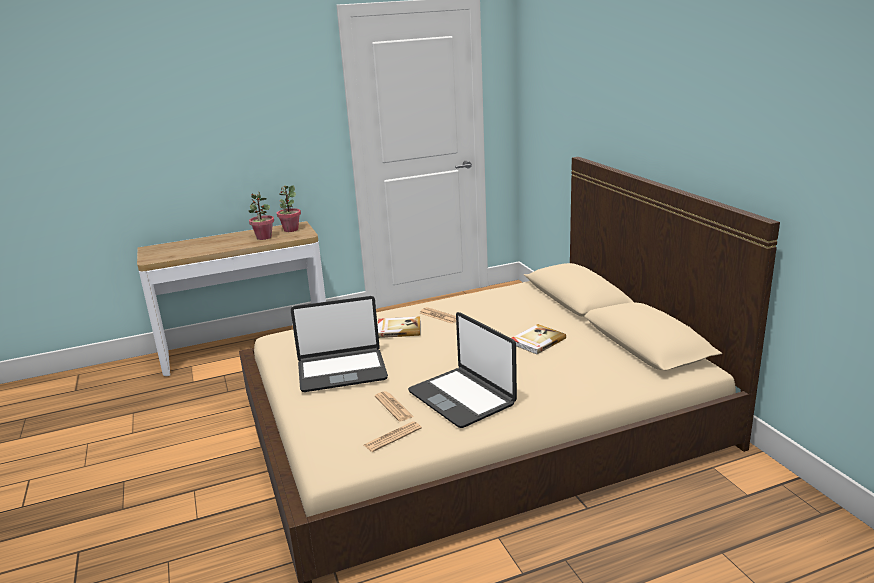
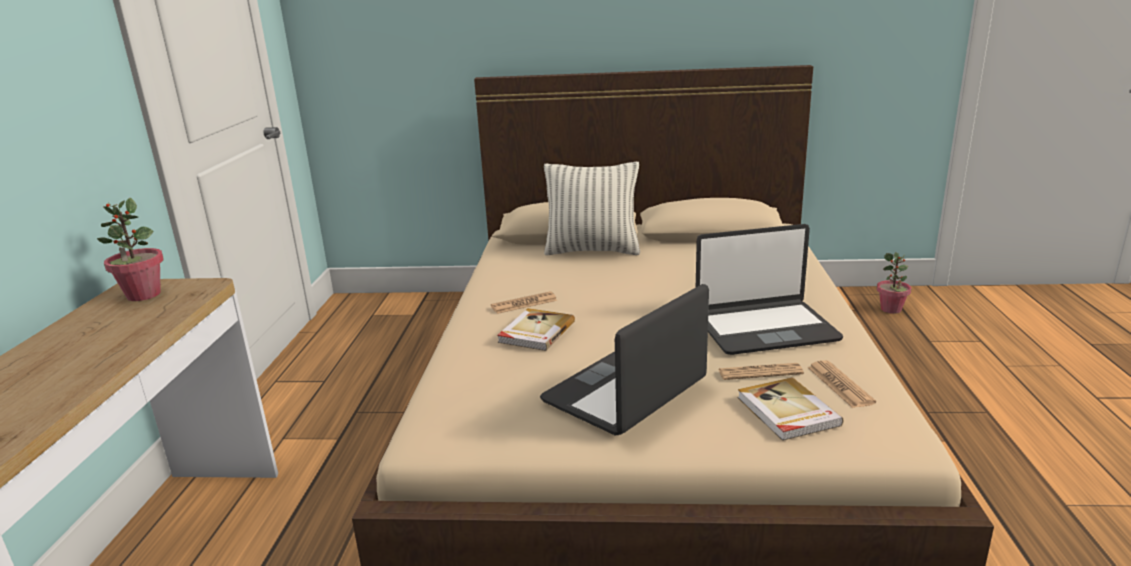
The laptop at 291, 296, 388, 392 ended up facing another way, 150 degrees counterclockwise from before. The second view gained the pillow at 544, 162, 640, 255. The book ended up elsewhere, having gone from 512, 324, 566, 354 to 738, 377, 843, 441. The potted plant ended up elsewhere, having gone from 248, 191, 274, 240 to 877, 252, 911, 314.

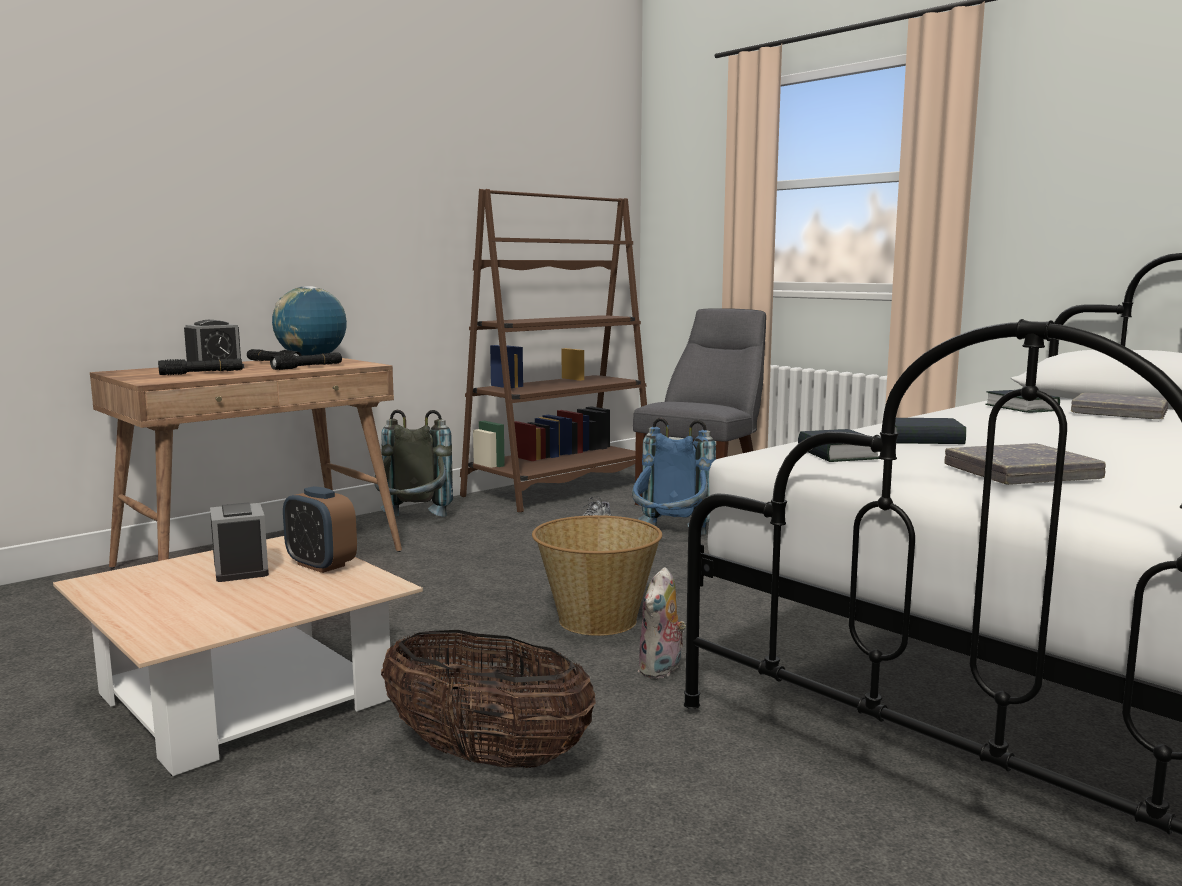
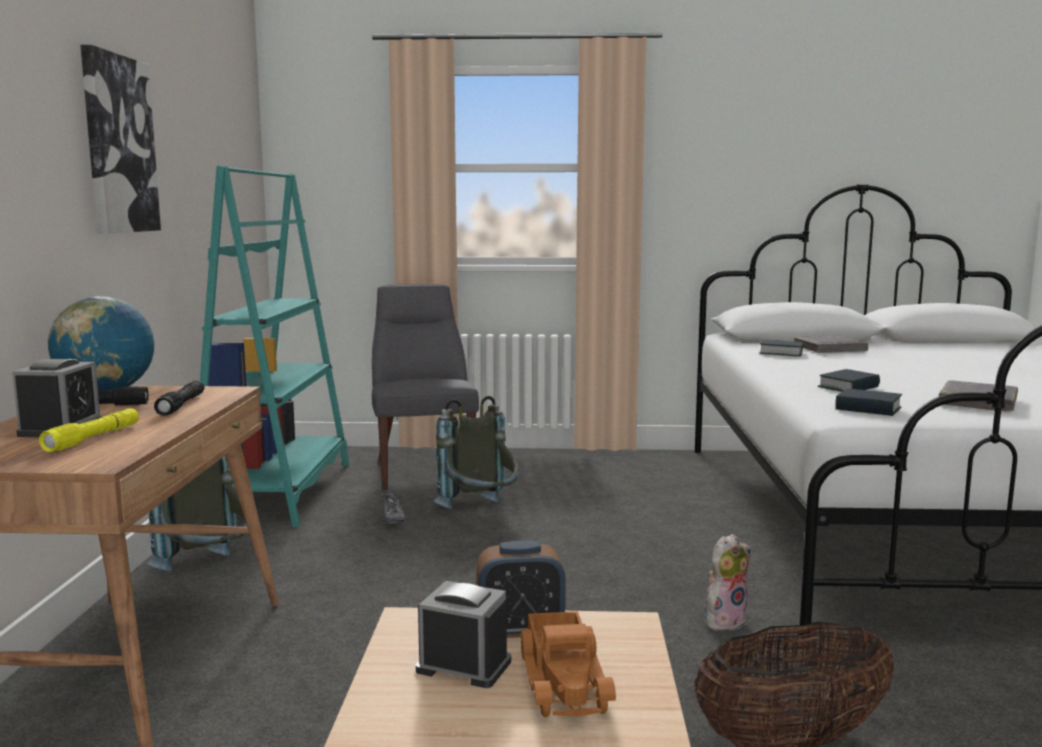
What was the black flashlight at 158, 358, 242, 375 turned into the yellow flashlight at 39, 409, 139, 452. The second view gained the picture at 80, 45, 161, 234. What was the brown bookcase at 460, 189, 647, 512 turned into the turquoise bookcase at 200, 165, 349, 527. What was the blue backpack at 632, 418, 716, 535 turned into the grey backpack at 434, 396, 520, 509. The second view gained the toy truck at 520, 611, 616, 717. The plush toy at 637, 567, 686, 679 ended up facing another way, 105 degrees counterclockwise from before. The second view lost the basket at 532, 515, 662, 636.

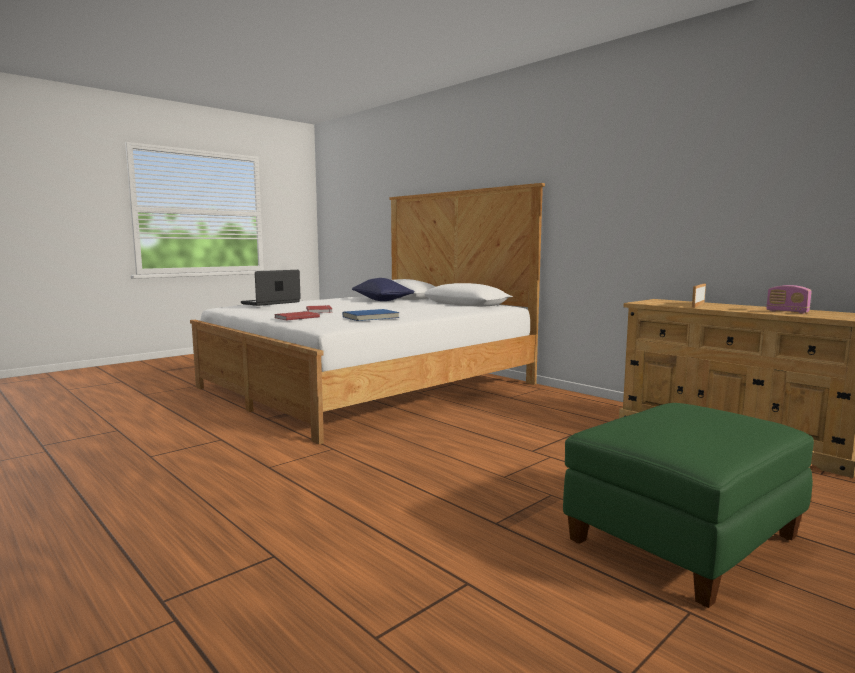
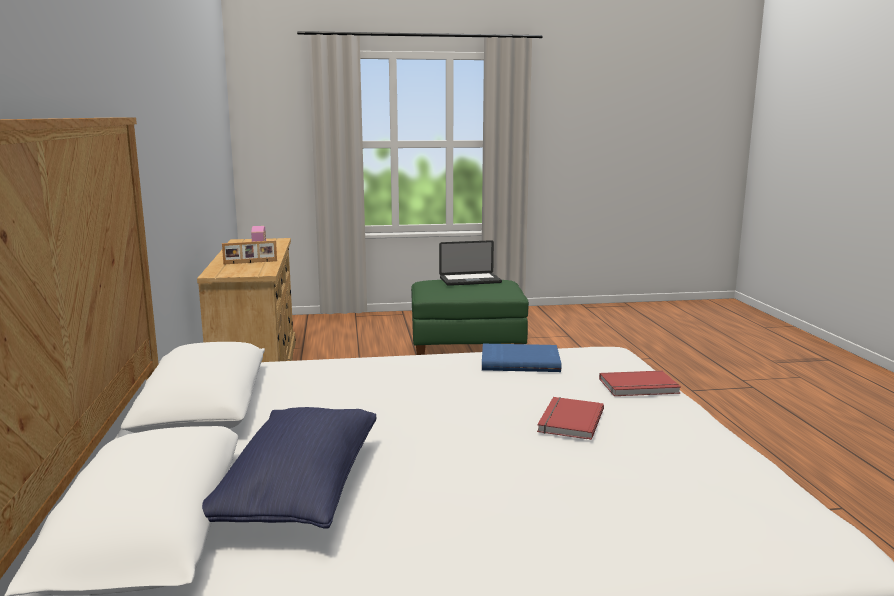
The laptop ended up elsewhere, having gone from 241, 270, 301, 306 to 439, 240, 502, 286.

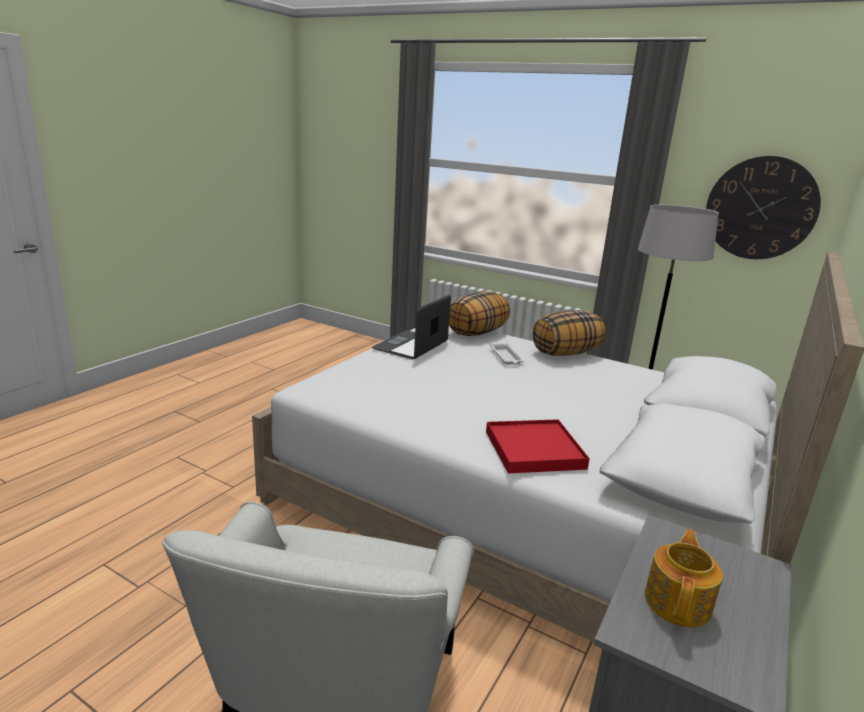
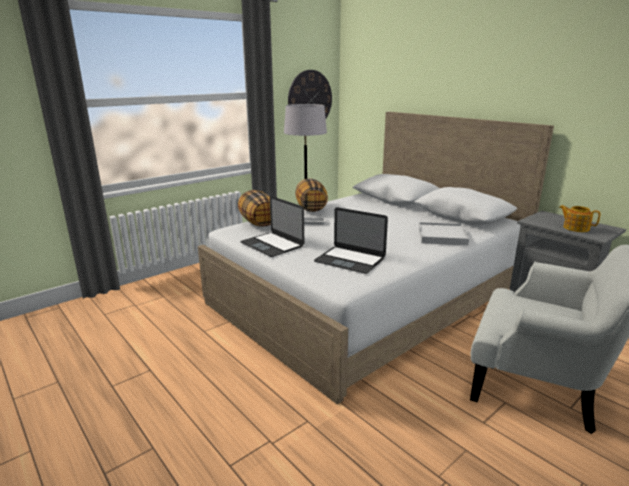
The second view gained the laptop at 314, 207, 388, 274. What was the red tray at 486, 419, 590, 473 turned into the white tray at 418, 222, 469, 245.

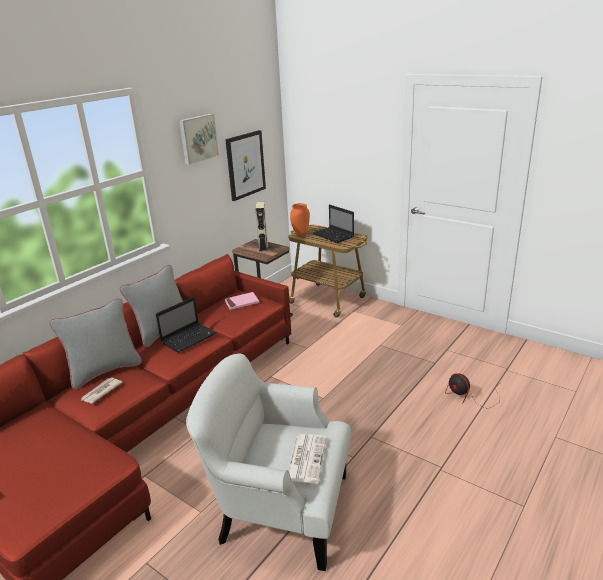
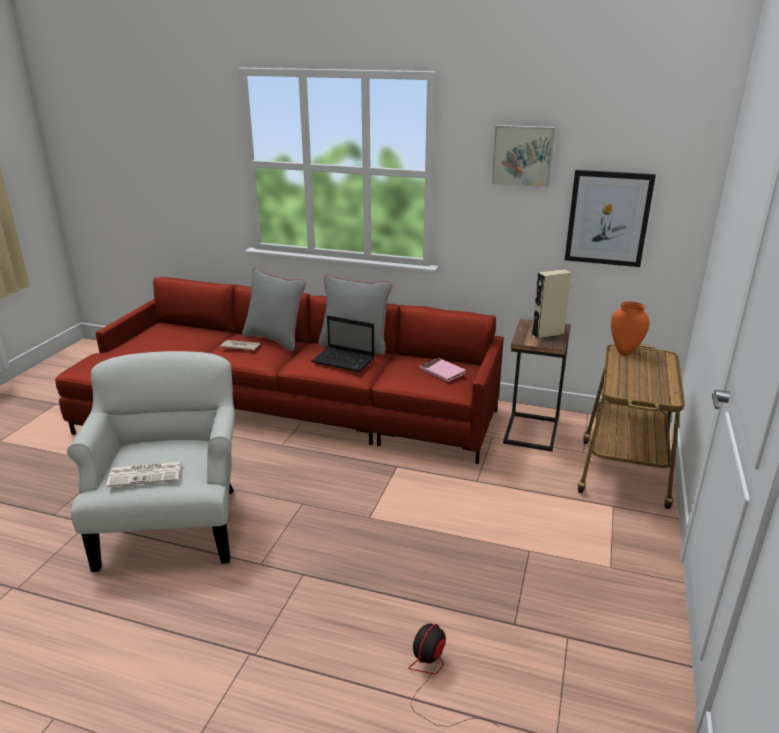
The second view lost the laptop at 313, 204, 354, 243.

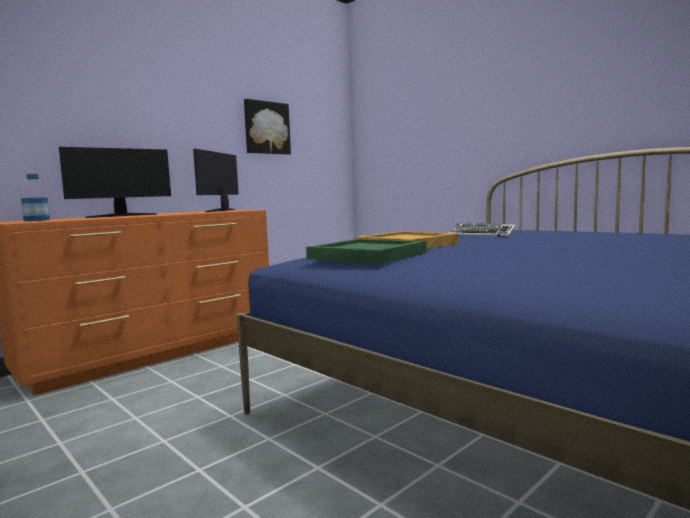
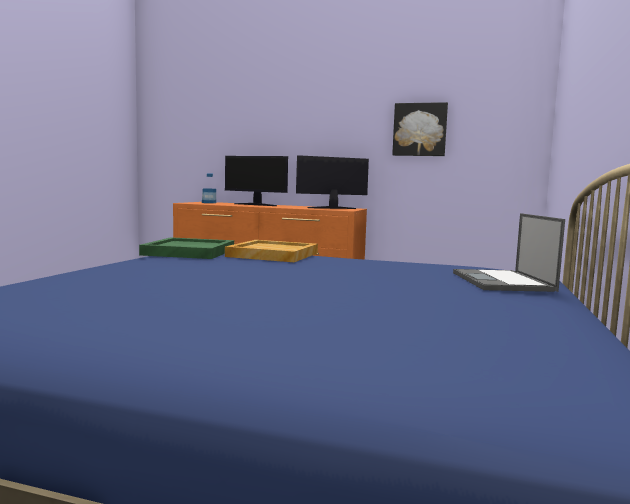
The second view gained the laptop at 453, 213, 565, 292. The second view lost the keyboard at 449, 223, 516, 237.

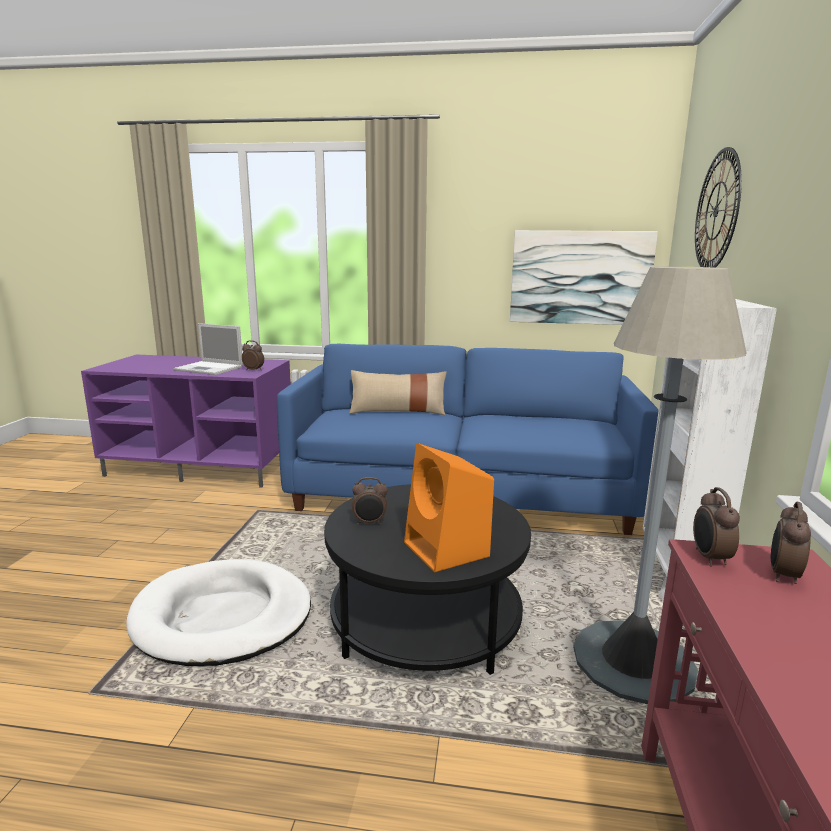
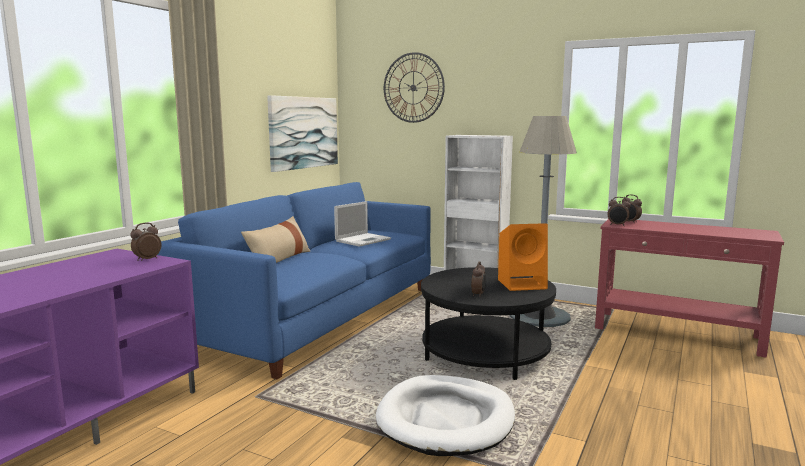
The laptop ended up elsewhere, having gone from 174, 323, 243, 375 to 334, 201, 391, 247.

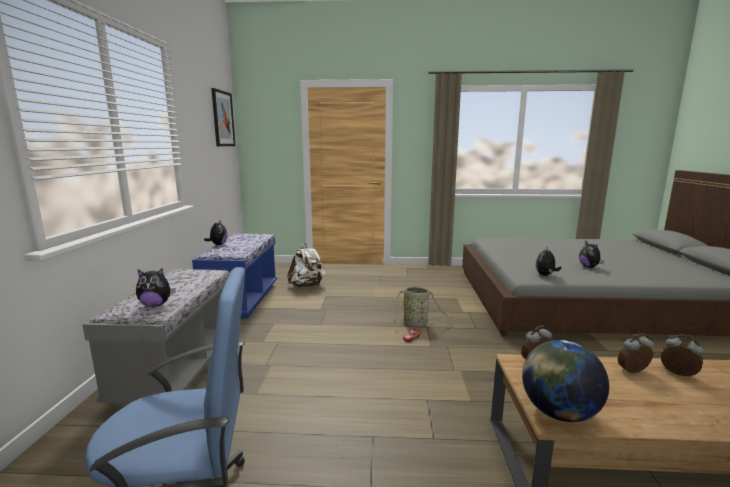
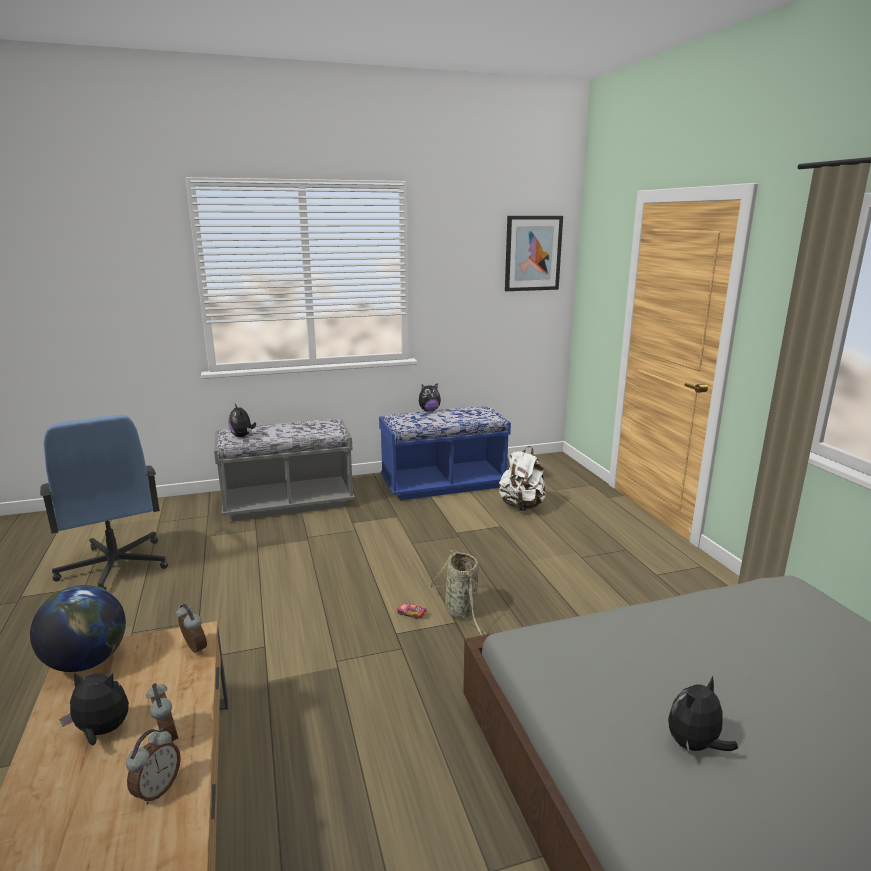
The plush toy ended up elsewhere, having gone from 536, 246, 561, 276 to 60, 672, 129, 746.

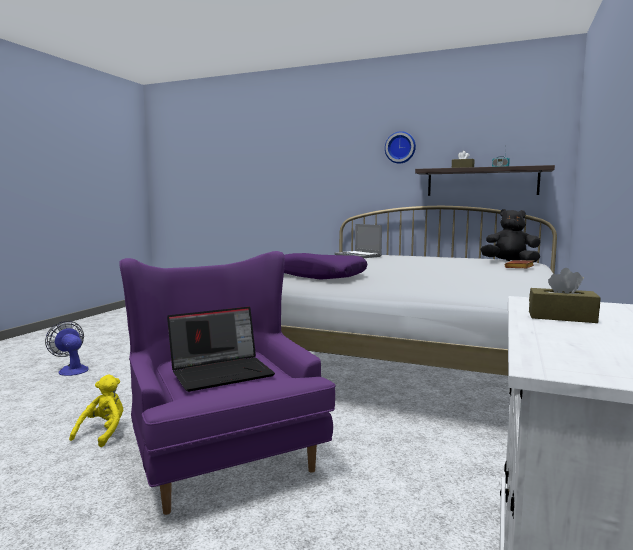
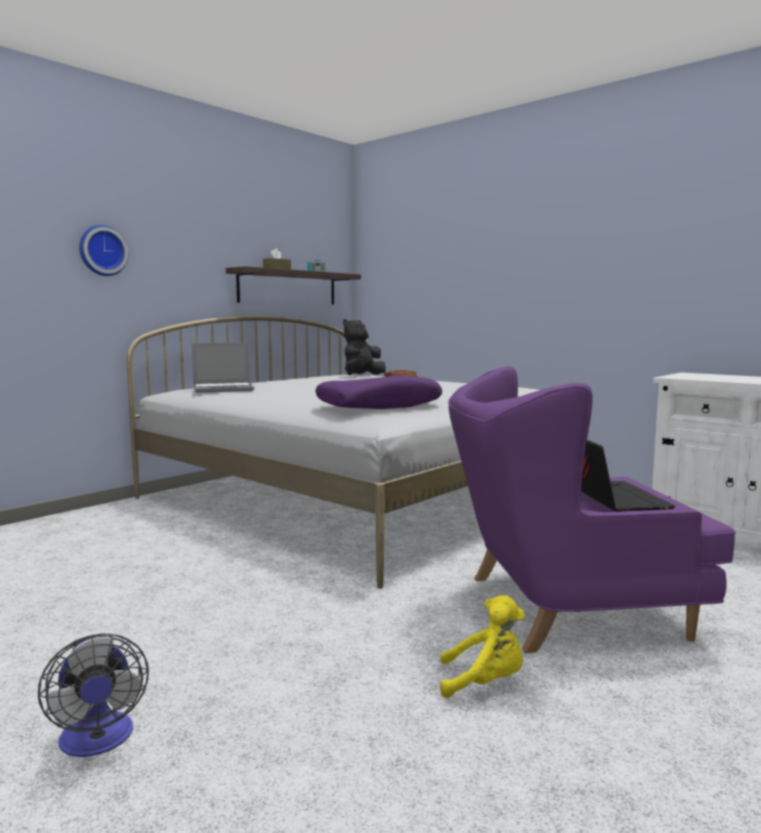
The fan at 45, 321, 89, 376 ended up facing another way, 90 degrees counterclockwise from before. The wall clock ended up elsewhere, having gone from 385, 131, 416, 164 to 79, 225, 128, 276. The yellow plush toy at 69, 375, 123, 447 ended up facing another way, 150 degrees clockwise from before. The second view lost the brown tissue box at 529, 268, 601, 323.

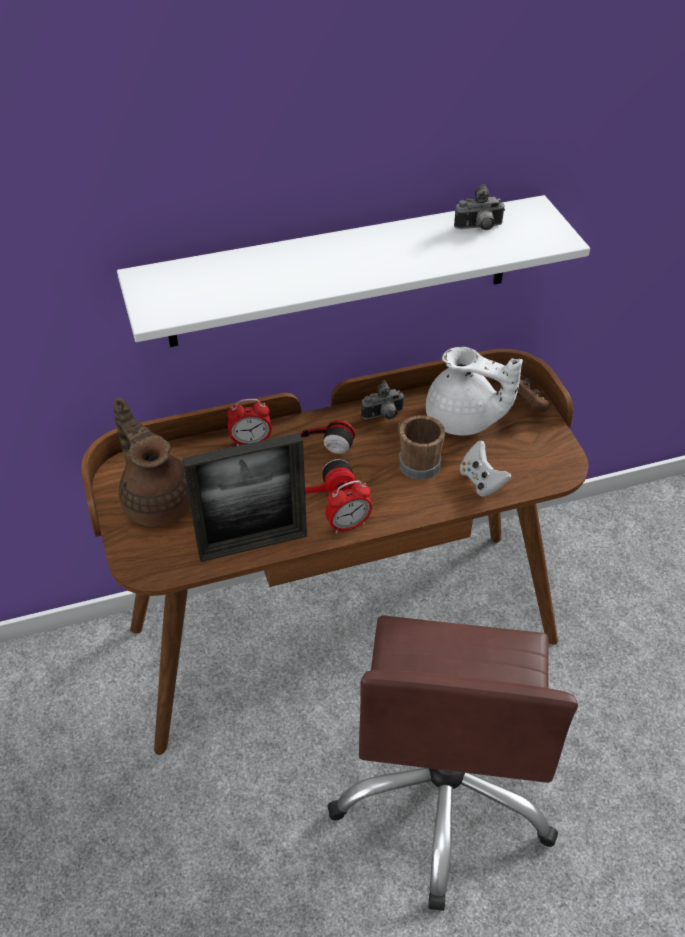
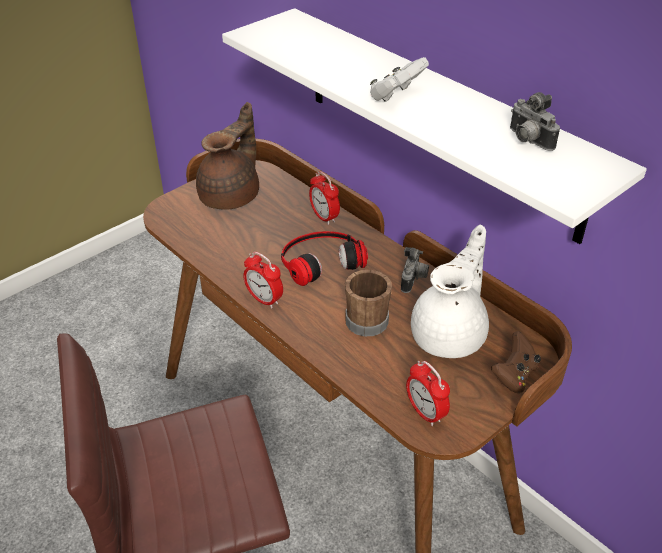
The white game controller ended up elsewhere, having gone from 460, 440, 512, 497 to 370, 57, 429, 102. The photo camera at 361, 380, 405, 420 ended up facing another way, 120 degrees counterclockwise from before. The second view gained the alarm clock at 406, 361, 450, 426. The white teapot at 426, 347, 523, 435 ended up facing another way, 150 degrees counterclockwise from before. The second view lost the picture frame at 182, 432, 307, 562.

